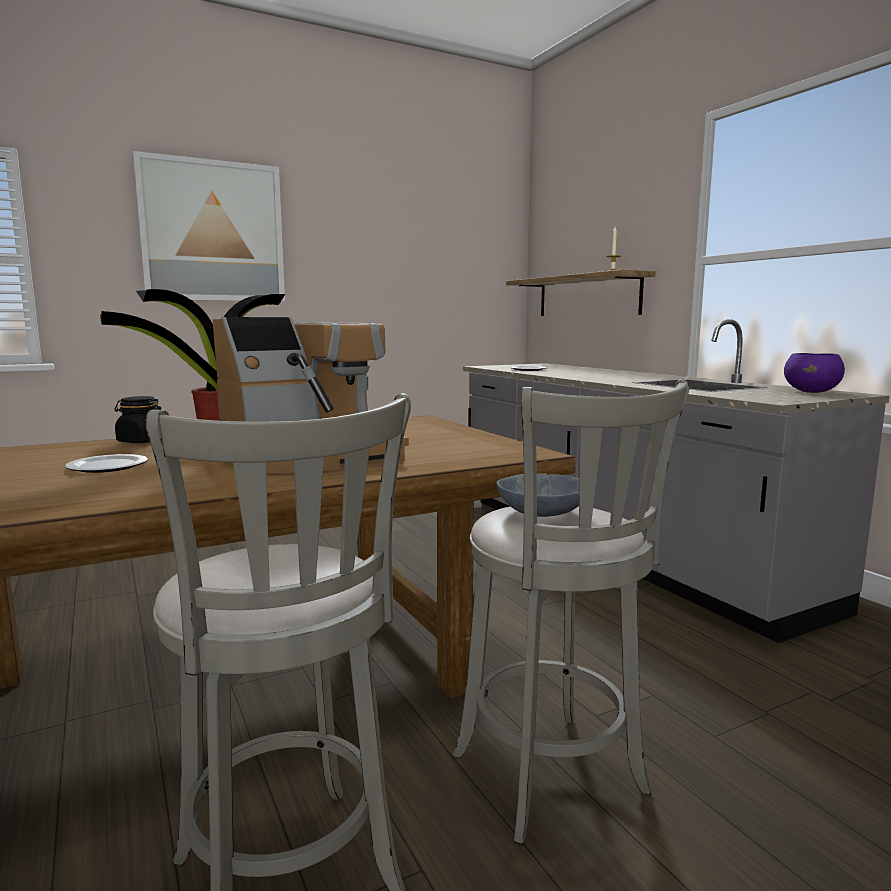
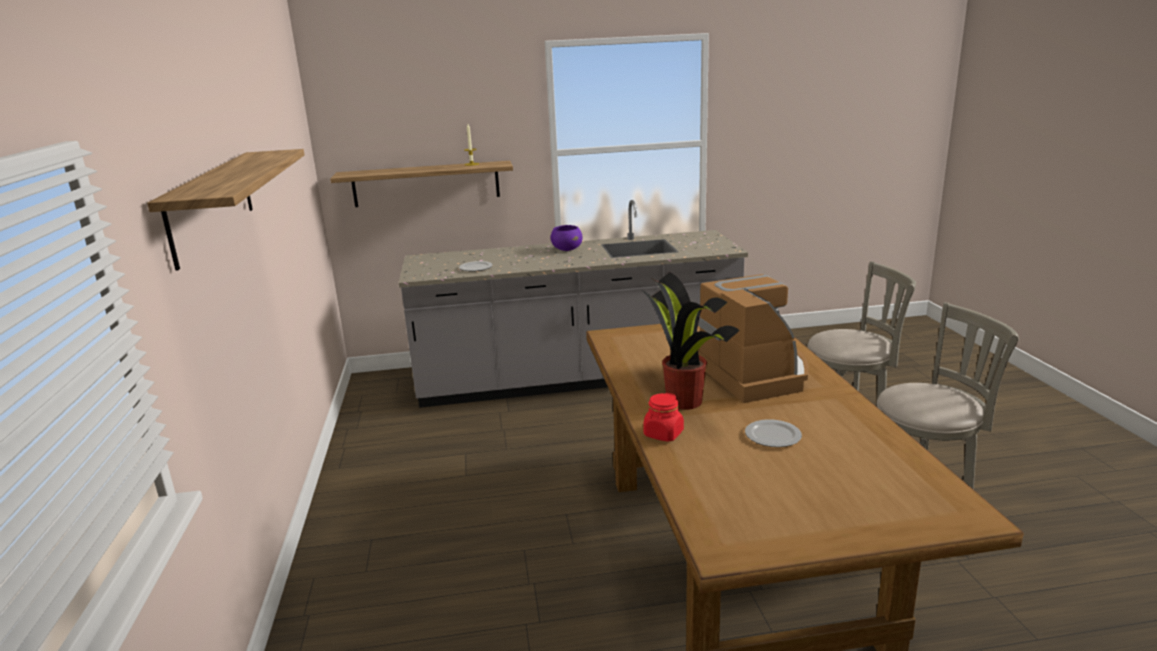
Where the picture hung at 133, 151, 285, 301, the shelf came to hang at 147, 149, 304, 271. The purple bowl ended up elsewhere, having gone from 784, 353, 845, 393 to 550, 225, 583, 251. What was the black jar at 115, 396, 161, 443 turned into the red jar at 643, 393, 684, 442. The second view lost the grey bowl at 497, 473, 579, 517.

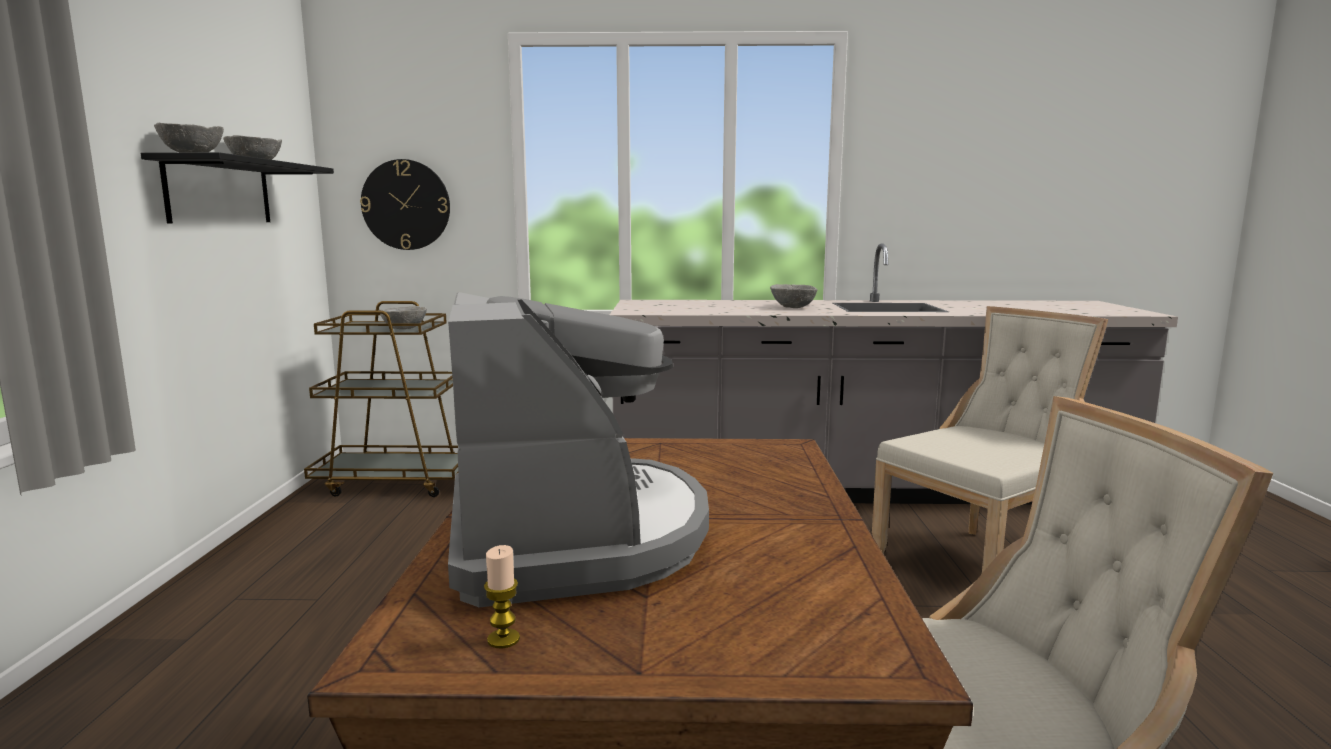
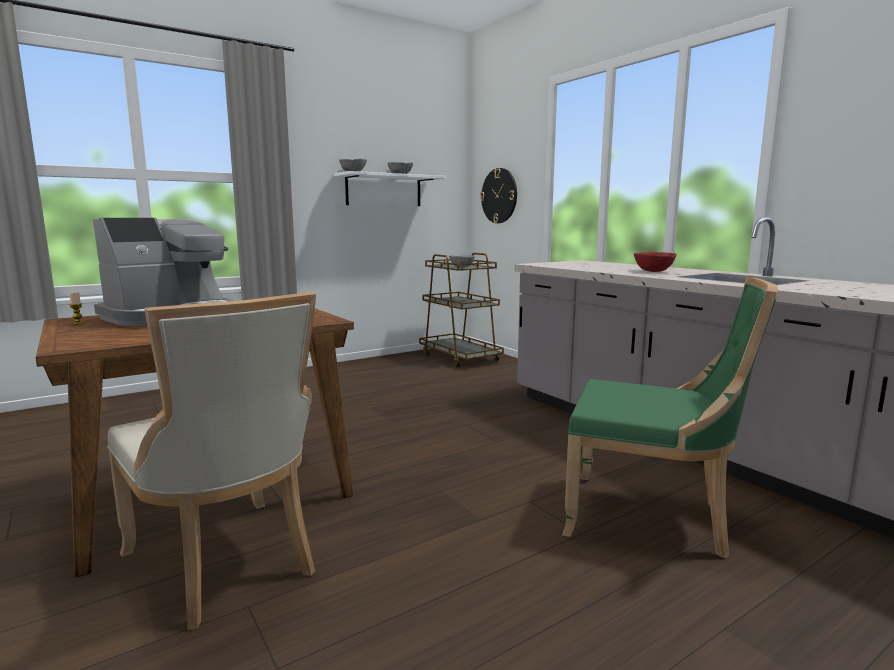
What was the black shelf at 141, 152, 334, 224 turned into the white shelf at 334, 171, 446, 206. What was the beige chair at 872, 306, 1108, 573 turned into the green chair at 562, 277, 778, 559. What was the grey bowl at 770, 284, 818, 308 turned into the red bowl at 634, 252, 677, 272.

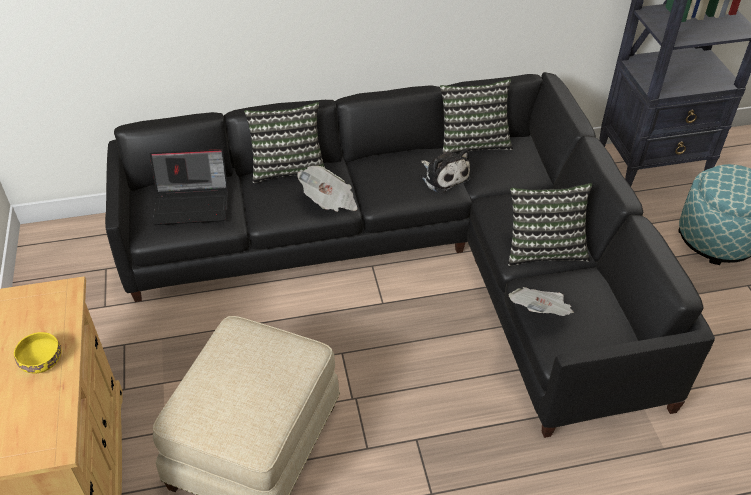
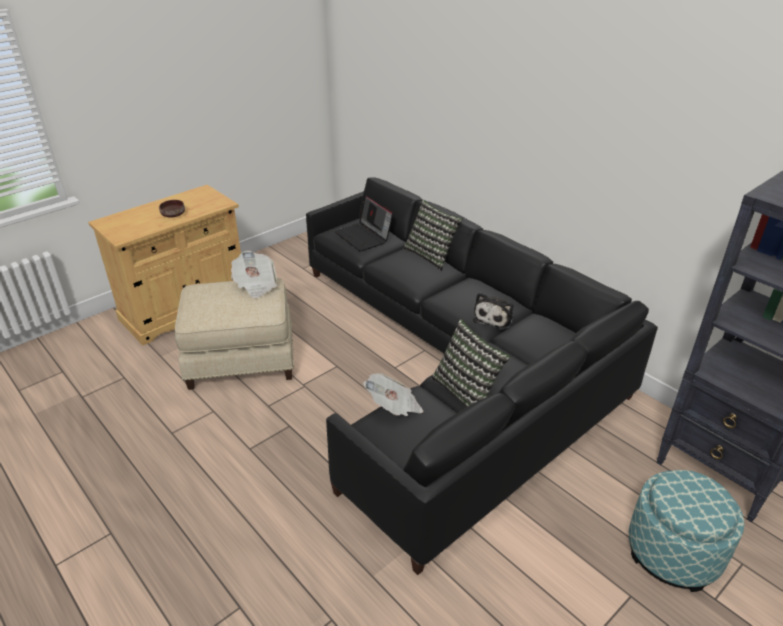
What was the yellow bowl at 14, 332, 62, 373 turned into the brown bowl at 159, 200, 185, 217. The newspaper ended up elsewhere, having gone from 297, 166, 358, 212 to 231, 251, 277, 298. The second view lost the pillow at 440, 79, 513, 154.

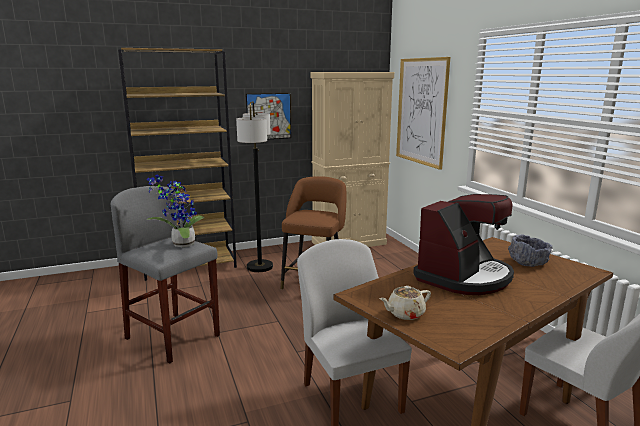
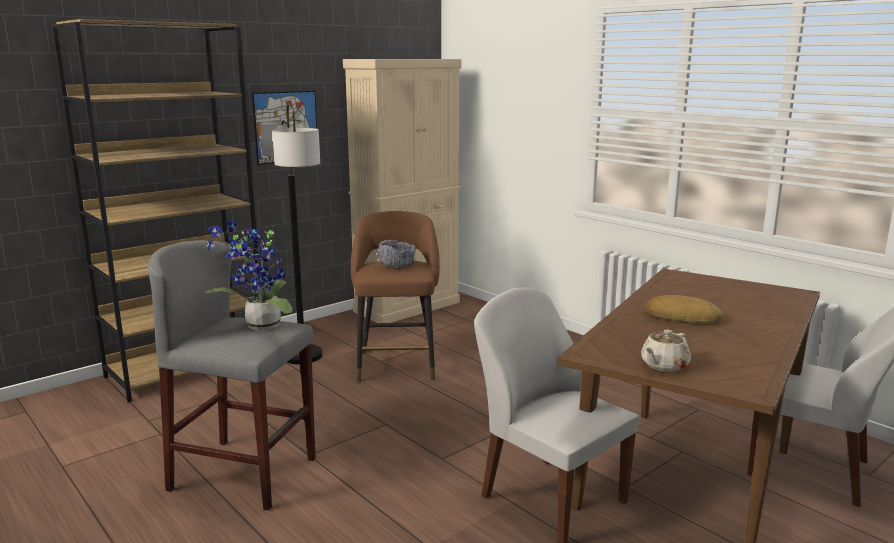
The grey bowl ended up elsewhere, having gone from 508, 234, 552, 267 to 377, 240, 416, 269. Where the coffee machine stood at 413, 194, 514, 295, the bread came to stand at 645, 295, 723, 323. The second view lost the picture at 396, 57, 450, 170.

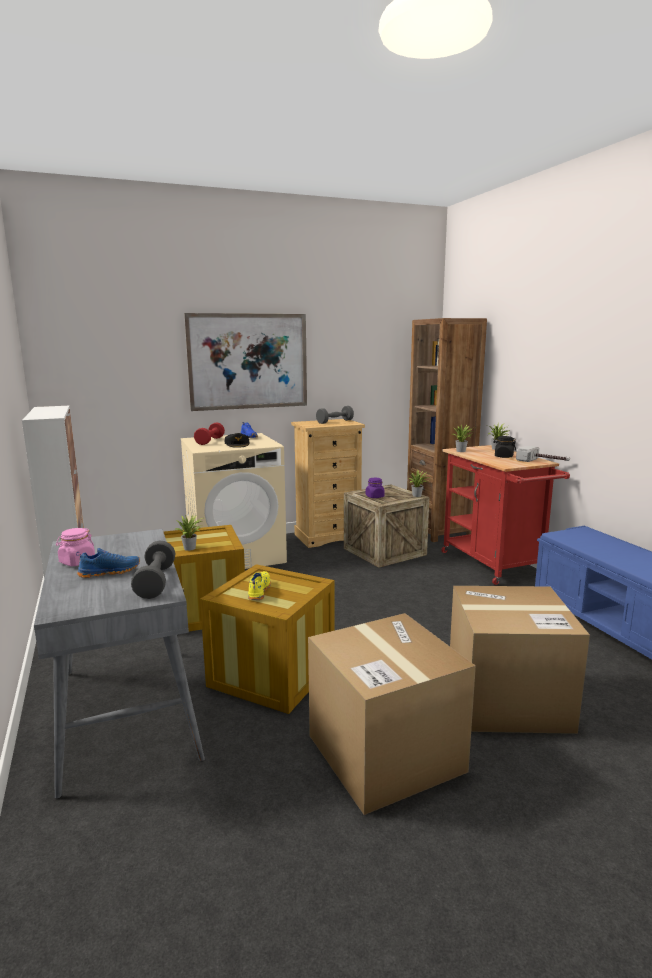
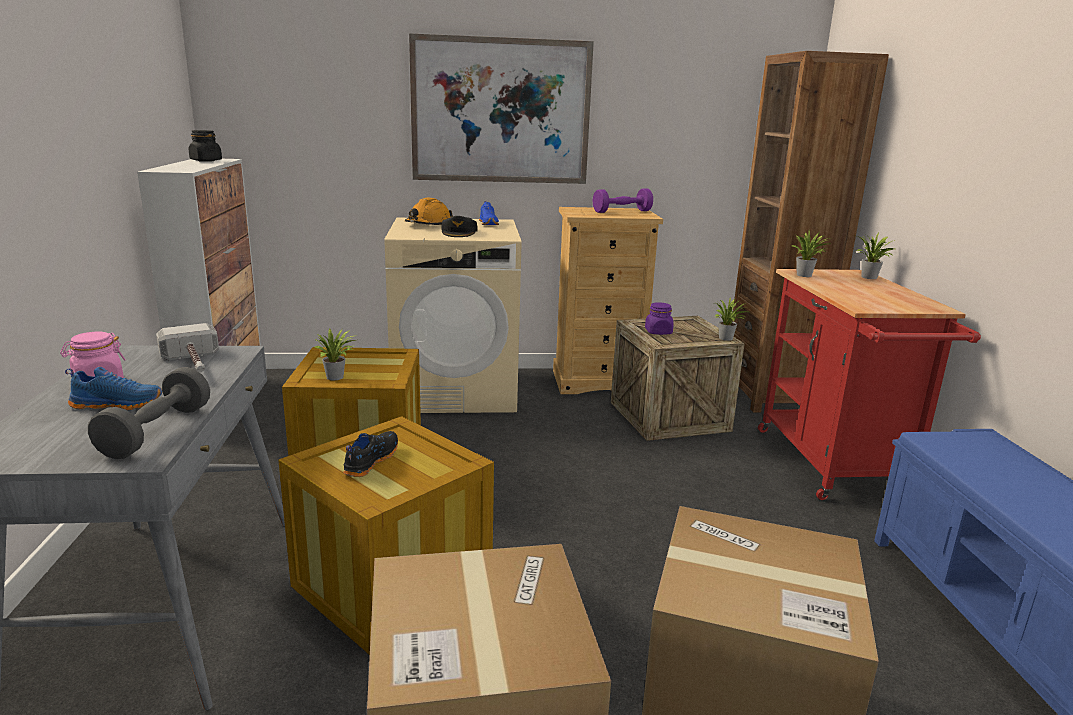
The hammer ended up elsewhere, having gone from 516, 446, 570, 462 to 156, 323, 219, 372. The black jar ended up elsewhere, having gone from 493, 436, 516, 458 to 189, 130, 222, 162. What was the yellow shoe at 248, 571, 271, 600 turned into the black shoe at 343, 431, 398, 477. Where the red dumbbell stood at 194, 423, 225, 445, the orange hard hat came to stand at 405, 198, 453, 225. What was the grey dumbbell at 316, 406, 354, 424 turned into the purple dumbbell at 593, 188, 653, 213.

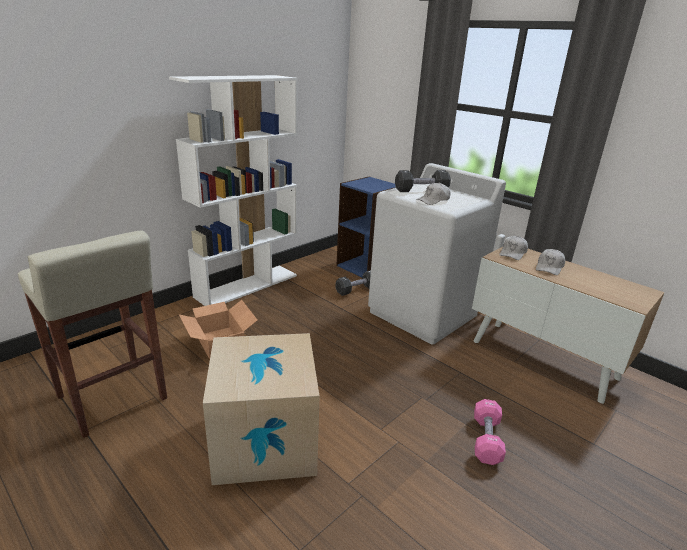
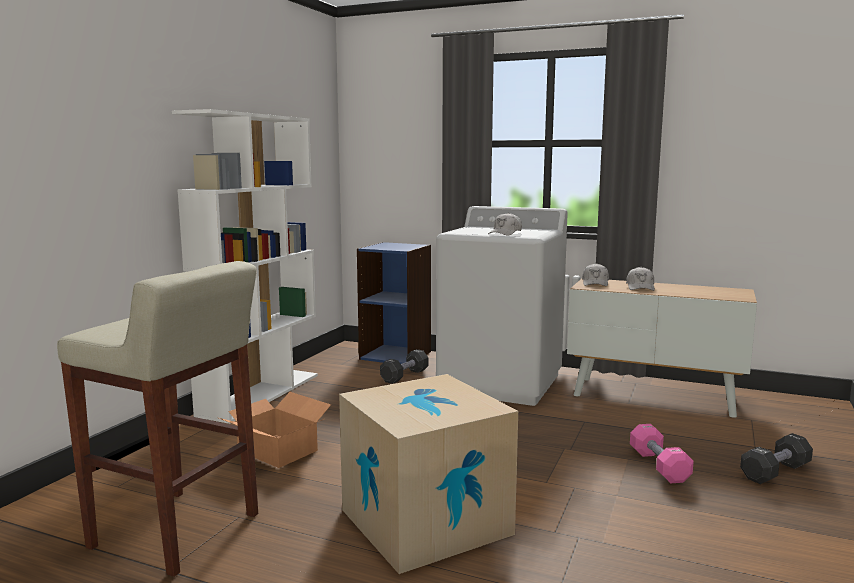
The black dumbbell ended up elsewhere, having gone from 395, 170, 451, 192 to 740, 433, 813, 484.

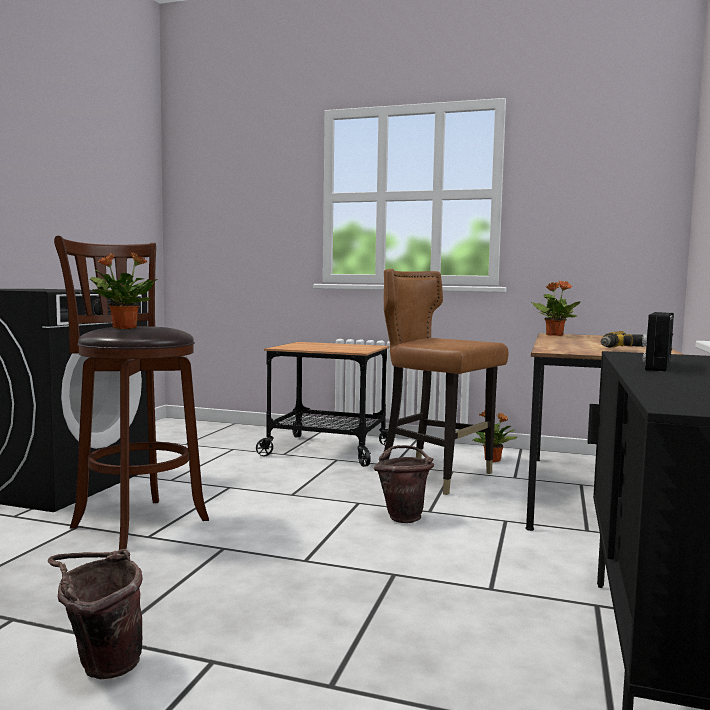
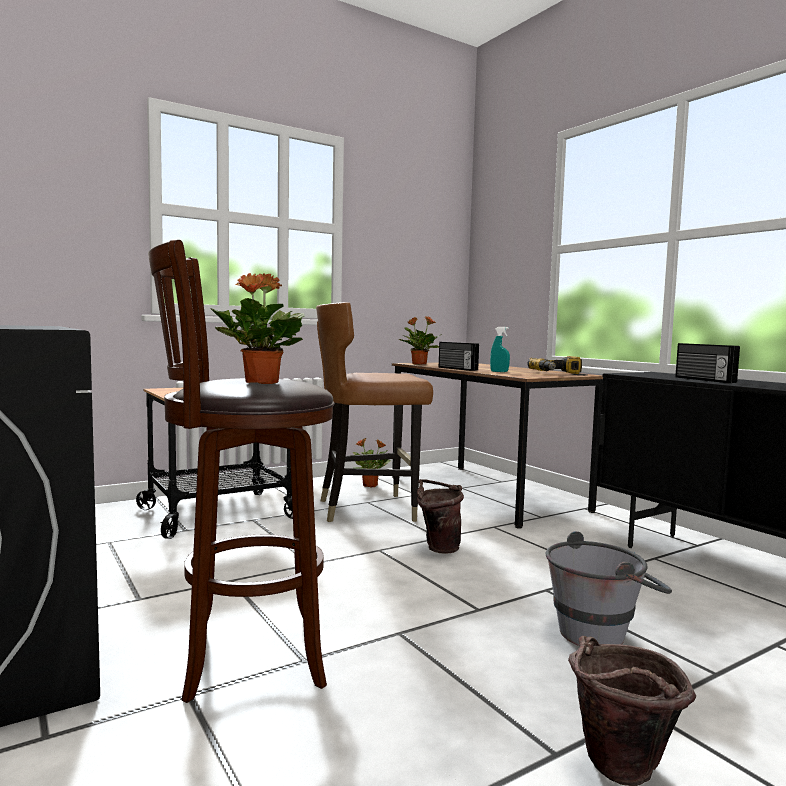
The second view gained the radio at 439, 342, 479, 371. The second view gained the turquoise spray bottle at 490, 327, 510, 372. The second view gained the grey bucket at 546, 531, 672, 646.

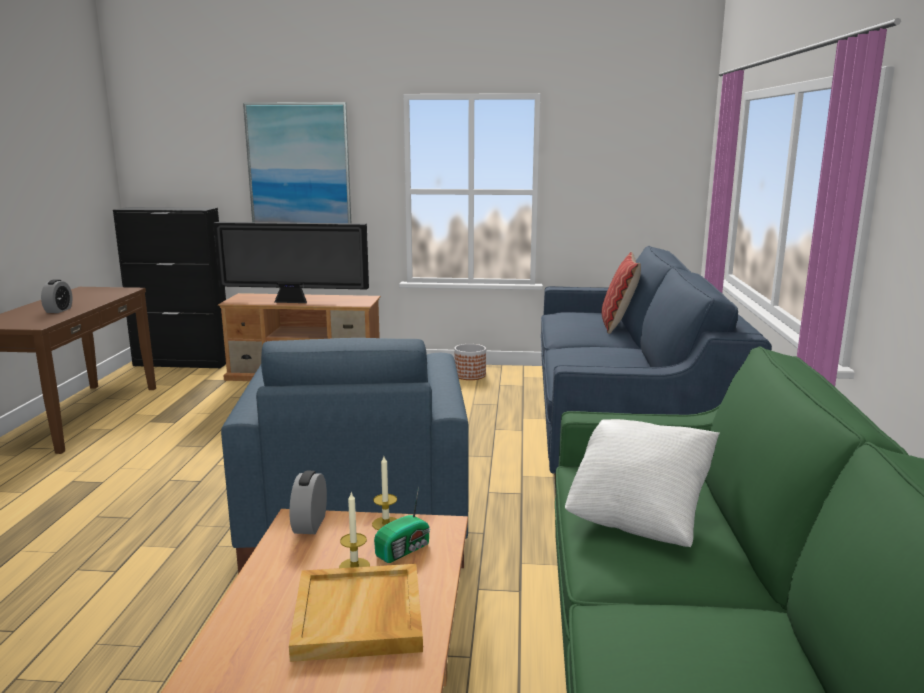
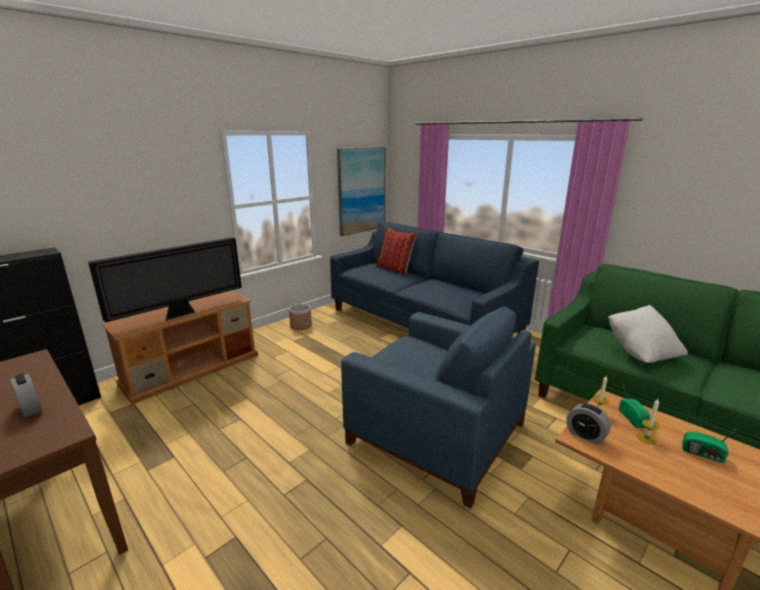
The picture ended up elsewhere, having gone from 243, 102, 351, 223 to 337, 147, 386, 236. Where the beige tray stood at 289, 564, 423, 662, the radio came to stand at 682, 429, 737, 463.

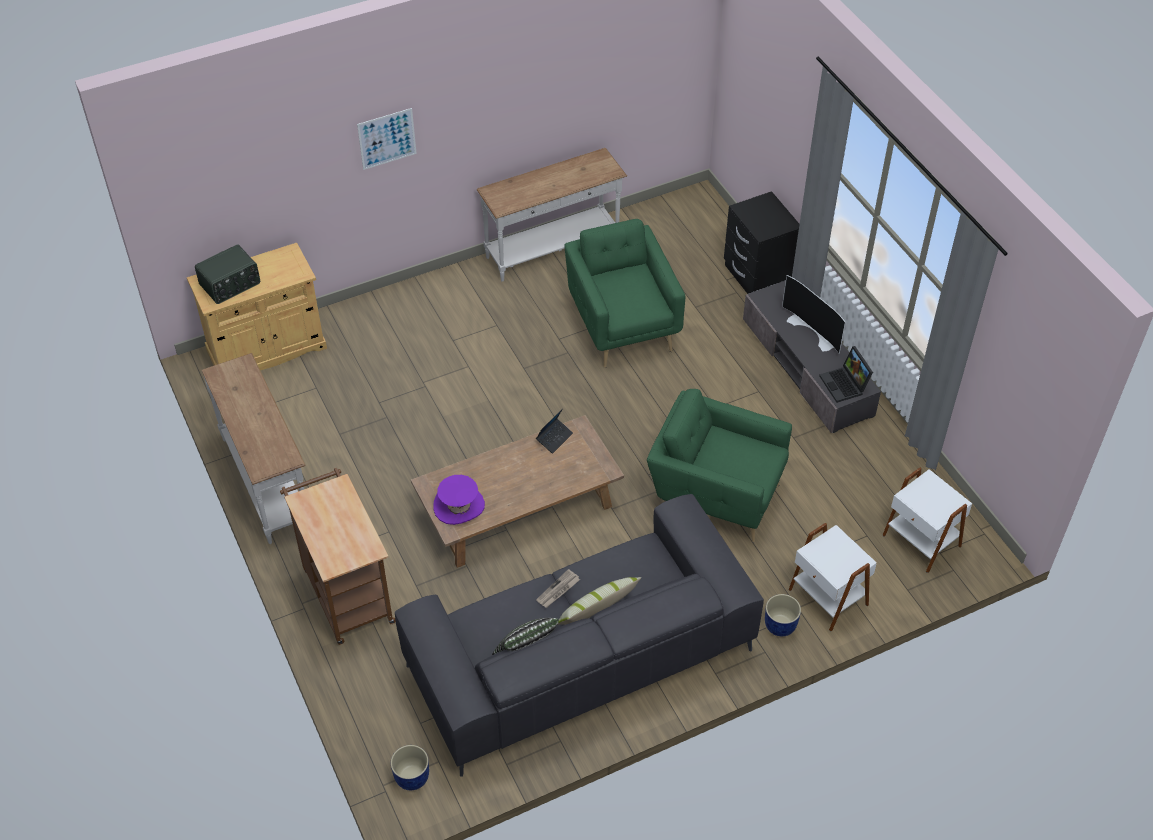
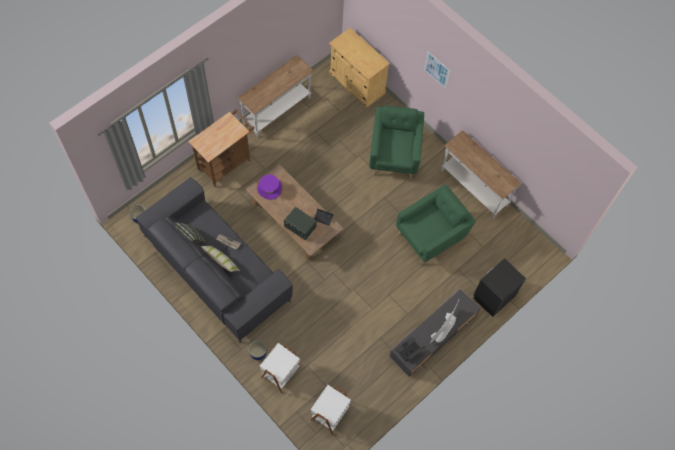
The radio ended up elsewhere, having gone from 195, 244, 260, 304 to 284, 207, 317, 240. The green armchair ended up elsewhere, having gone from 647, 389, 792, 542 to 370, 106, 424, 180.

